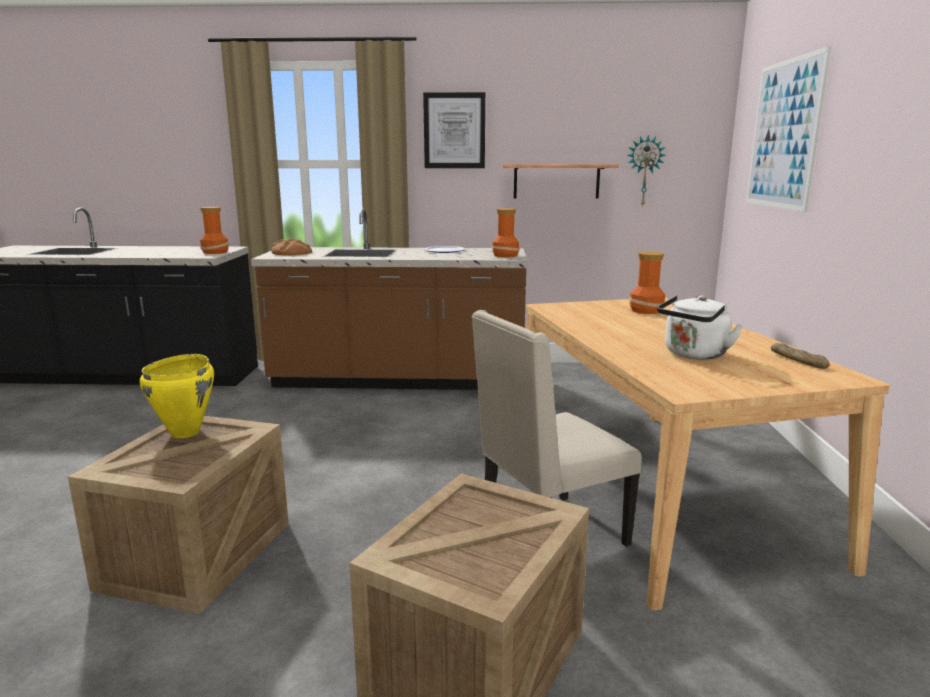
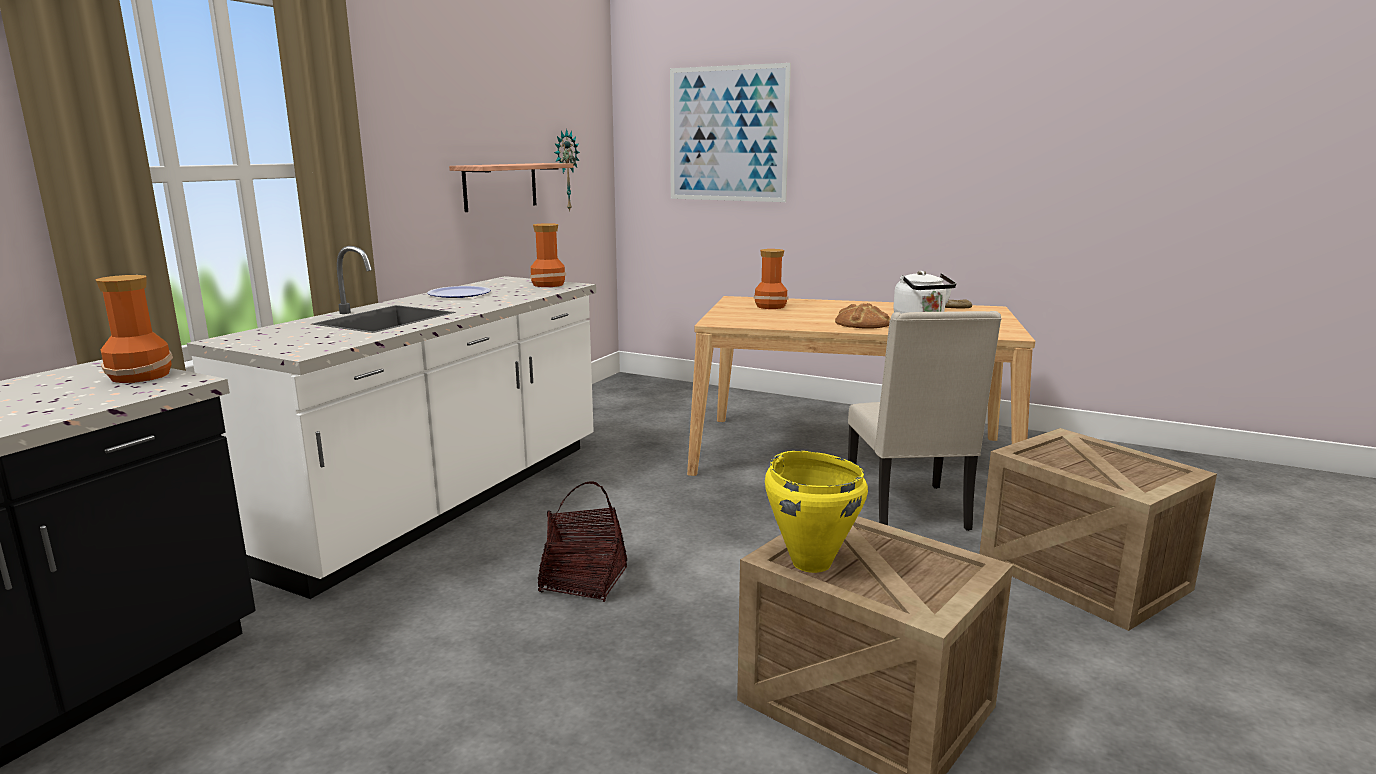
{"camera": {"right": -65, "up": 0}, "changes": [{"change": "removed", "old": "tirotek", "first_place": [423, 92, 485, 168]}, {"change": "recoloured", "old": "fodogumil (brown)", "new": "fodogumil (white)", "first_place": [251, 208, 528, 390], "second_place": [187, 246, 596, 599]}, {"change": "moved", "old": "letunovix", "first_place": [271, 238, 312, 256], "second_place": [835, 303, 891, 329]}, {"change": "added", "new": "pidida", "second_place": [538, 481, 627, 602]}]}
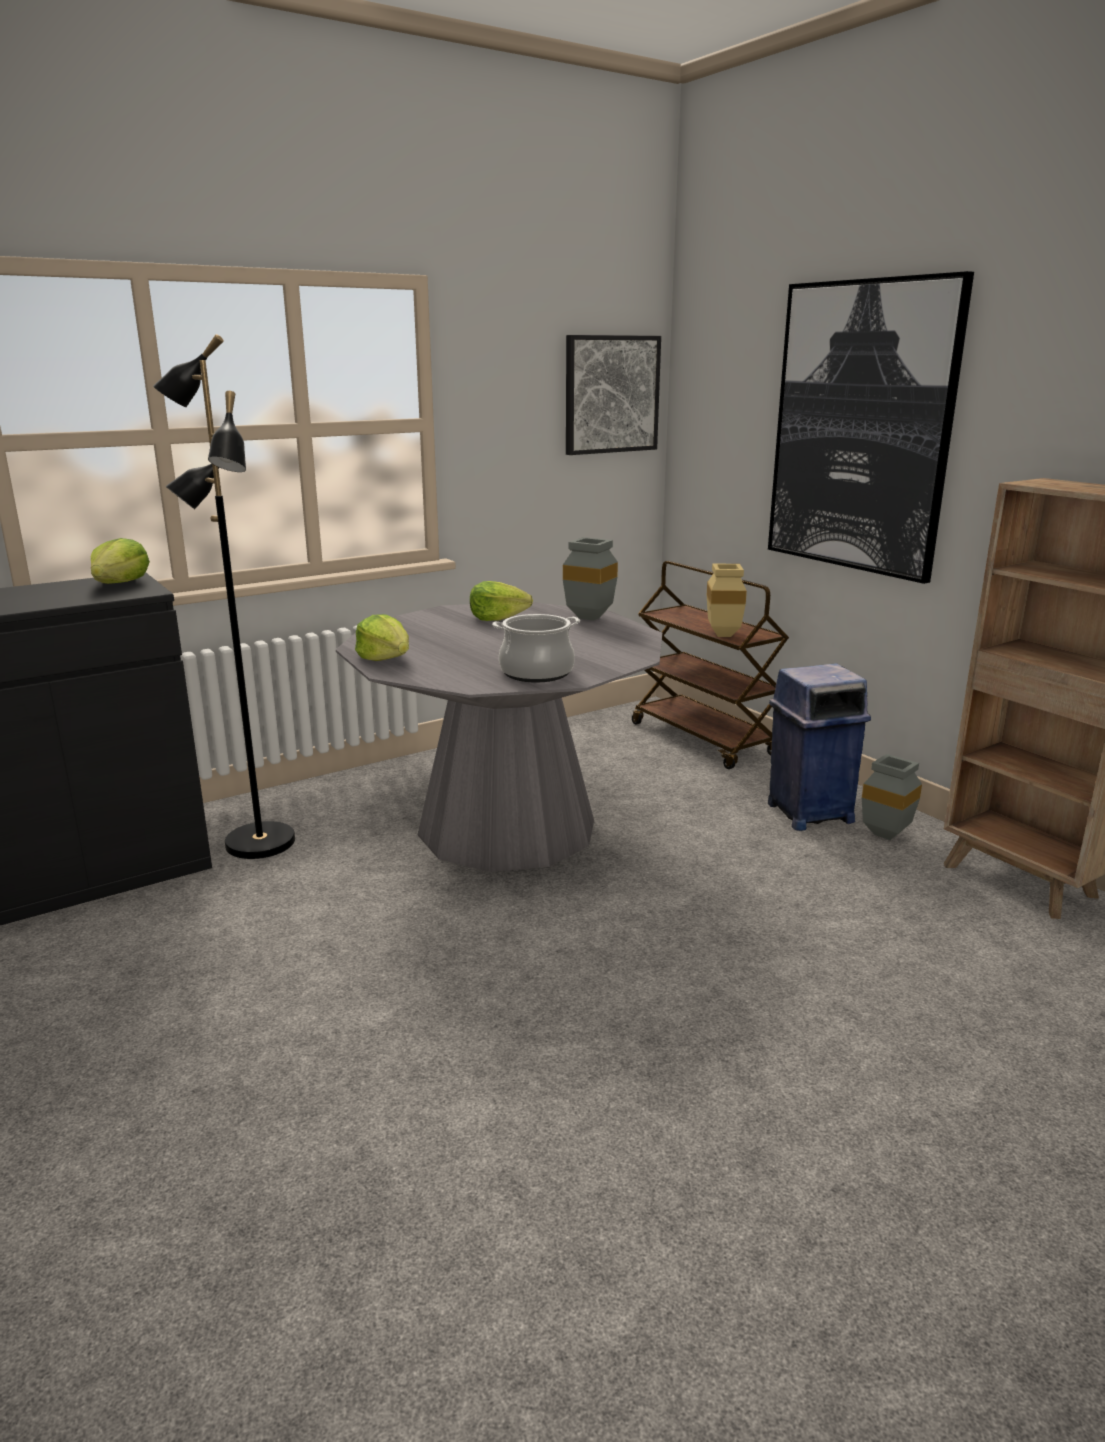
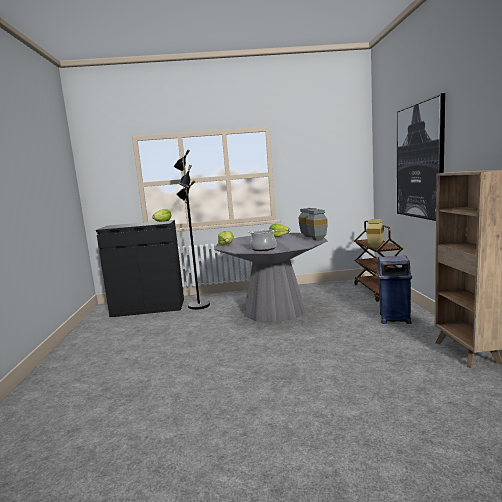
{"camera": {"right": 30, "up": -10}, "changes": [{"change": "removed", "old": "tirotek", "first_place": [566, 335, 661, 455]}, {"change": "moved", "old": "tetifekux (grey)", "first_place": [862, 754, 922, 840], "second_place": [306, 209, 328, 241]}]}
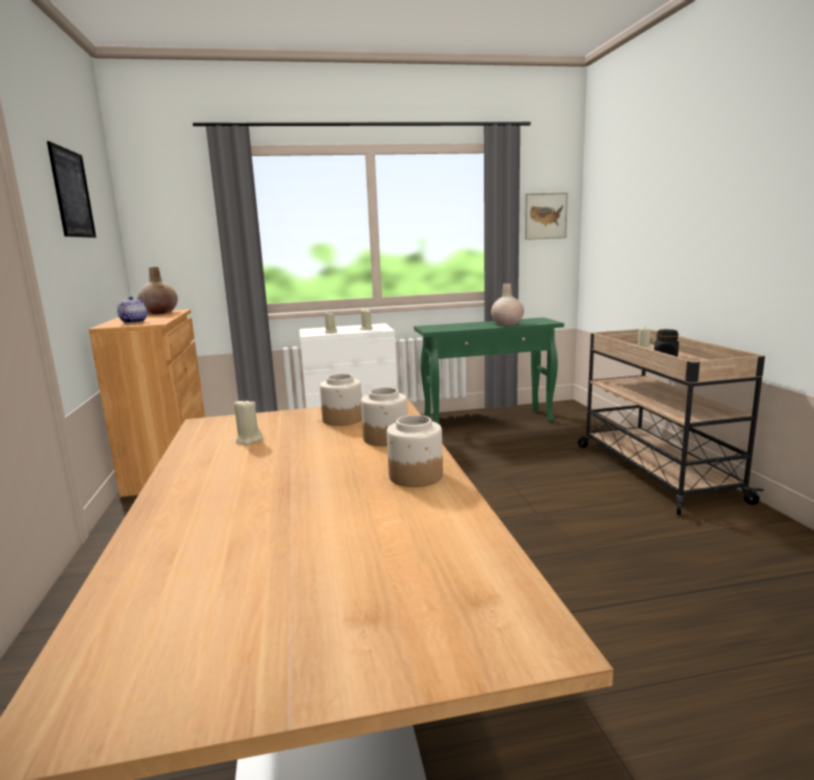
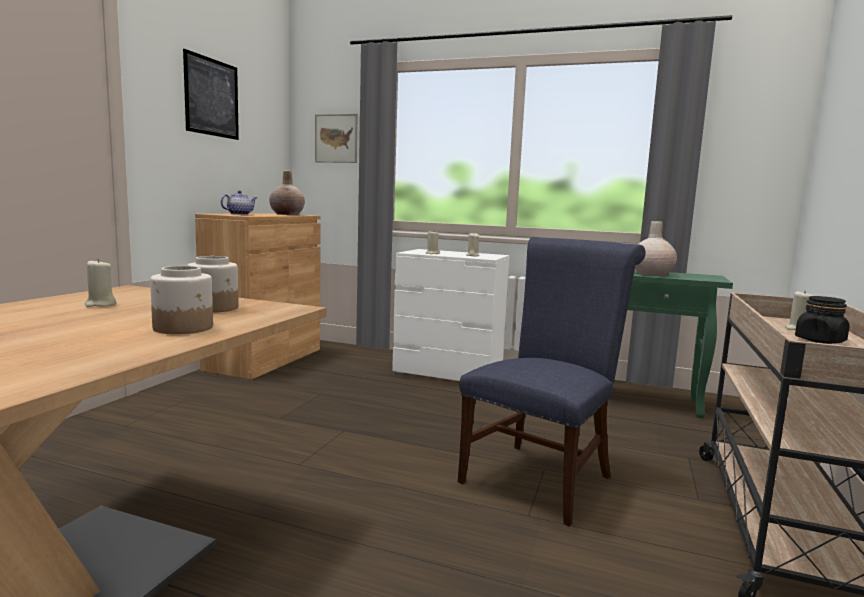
{"camera": {"right": 30, "up": -5}, "changes": [{"change": "moved", "old": "tirotek", "first_place": [525, 192, 568, 240], "second_place": [315, 114, 358, 163]}, {"change": "removed", "old": "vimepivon", "first_place": [387, 415, 443, 487]}, {"change": "added", "new": "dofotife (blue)", "second_place": [458, 237, 646, 527]}]}
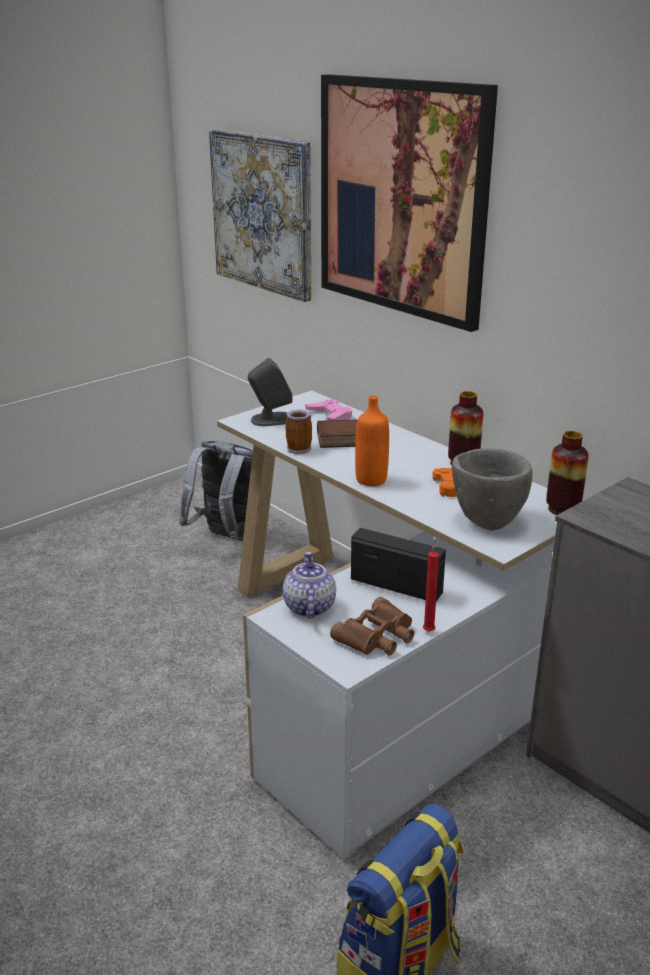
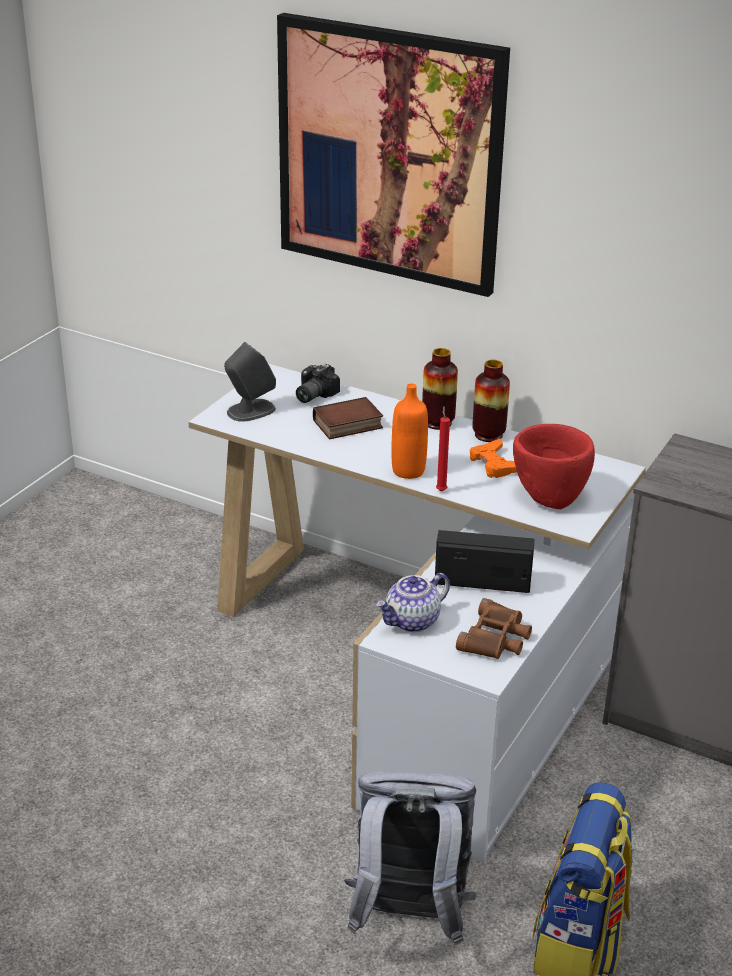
{"camera": {"right": -20, "up": 5}, "changes": [{"change": "removed", "old": "tirotek", "first_place": [209, 129, 311, 302]}, {"change": "replaced", "old": "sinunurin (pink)", "new": "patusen", "first_place": [305, 399, 352, 420], "second_place": [296, 364, 340, 403]}, {"change": "removed", "old": "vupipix", "first_place": [285, 410, 312, 454]}, {"change": "moved", "old": "tetifekux", "first_place": [546, 431, 589, 515], "second_place": [422, 348, 458, 430]}, {"change": "moved", "old": "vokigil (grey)", "first_place": [179, 441, 253, 541], "second_place": [344, 771, 476, 945]}, {"change": "recoloured", "old": "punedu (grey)", "new": "punedu (red)", "first_place": [452, 448, 532, 531], "second_place": [513, 424, 595, 509]}, {"change": "moved", "old": "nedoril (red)", "first_place": [423, 539, 439, 632], "second_place": [436, 406, 450, 491]}, {"change": "turned", "old": "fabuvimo", "first_place": [283, 552, 336, 619], "second_place": [376, 573, 450, 632], "degrees": -105}]}
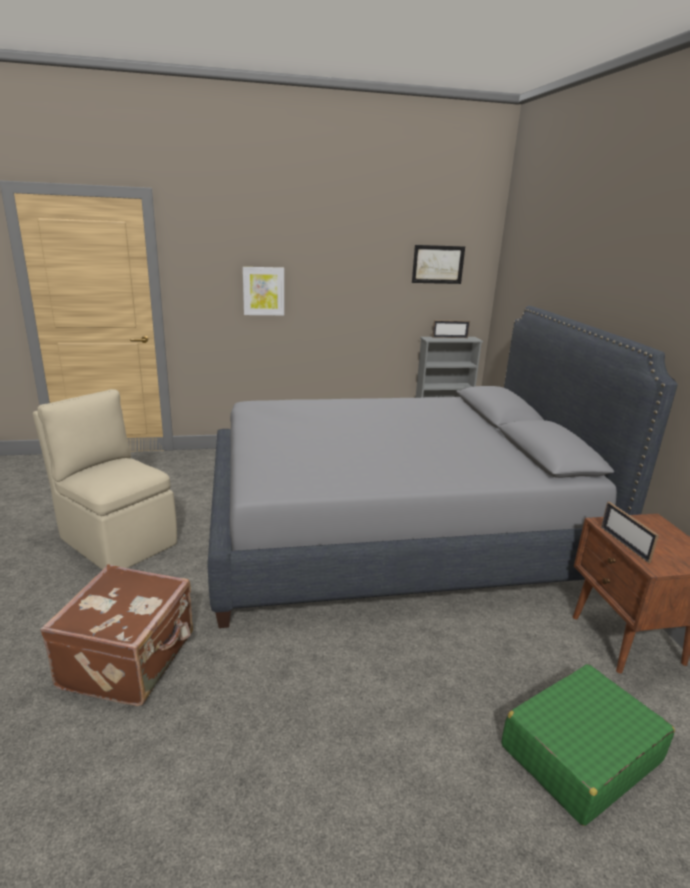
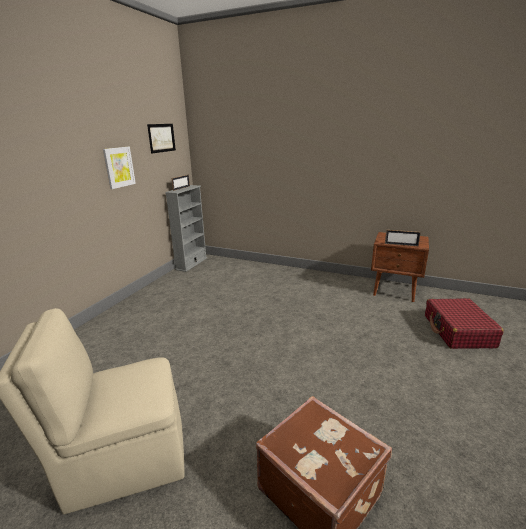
{"camera": {"right": -55, "up": 0}, "changes": [{"change": "moved", "old": "tirotek", "first_place": [243, 267, 284, 315], "second_place": [103, 147, 136, 189]}, {"change": "removed", "old": "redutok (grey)", "first_place": [207, 306, 677, 628]}, {"change": "recoloured", "old": "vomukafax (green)", "new": "vomukafax (red)", "first_place": [501, 664, 675, 826], "second_place": [425, 298, 504, 349]}]}
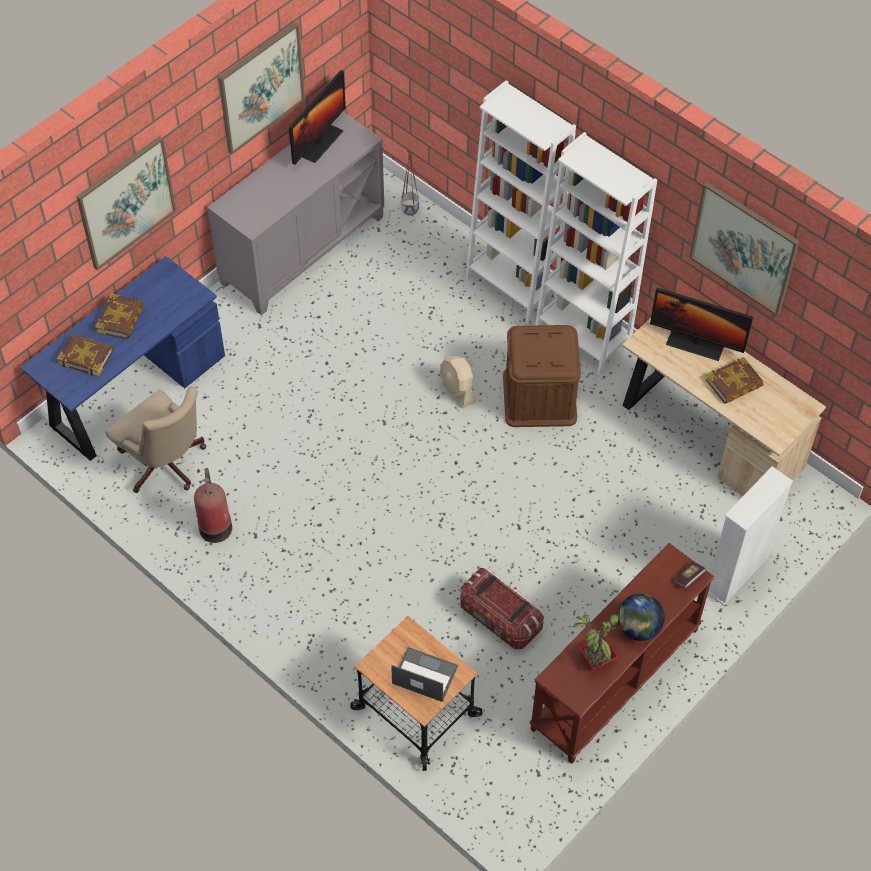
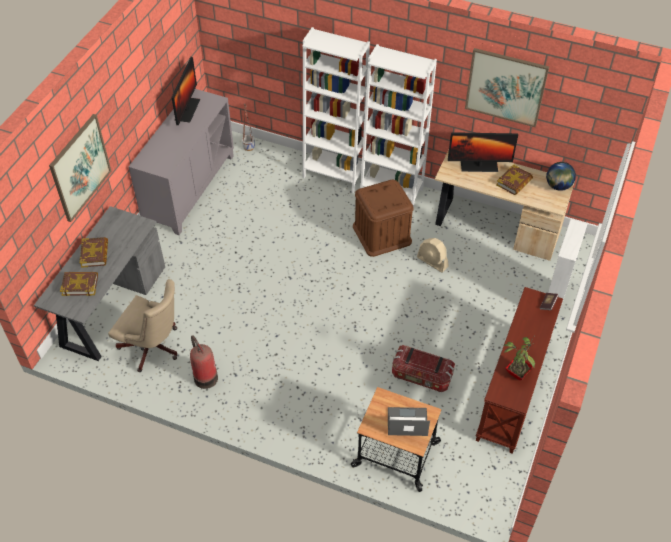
{"camera": {"right": -20, "up": -5}, "changes": [{"change": "removed", "old": "tirotek", "first_place": [218, 22, 305, 154]}, {"change": "recoloured", "old": "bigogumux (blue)", "new": "bigogumux (grey)", "first_place": [20, 256, 225, 461], "second_place": [34, 206, 165, 361]}, {"change": "moved", "old": "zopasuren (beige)", "first_place": [440, 356, 476, 409], "second_place": [417, 238, 449, 273]}, {"change": "moved", "old": "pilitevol", "first_place": [617, 593, 665, 641], "second_place": [546, 162, 576, 191]}]}
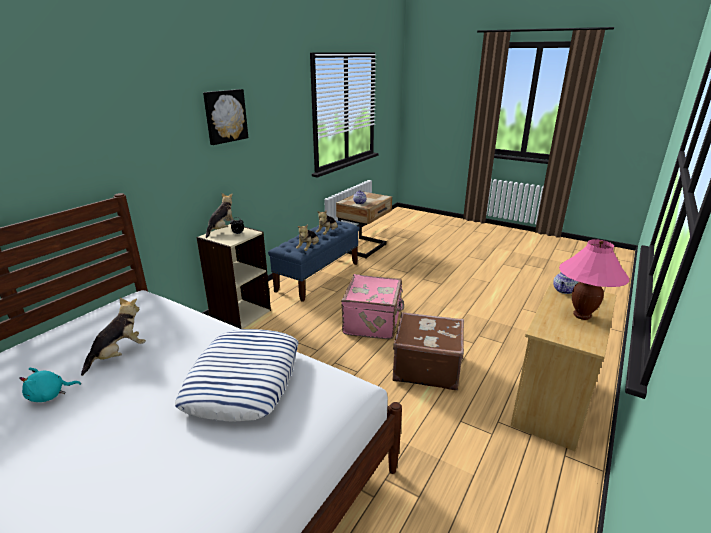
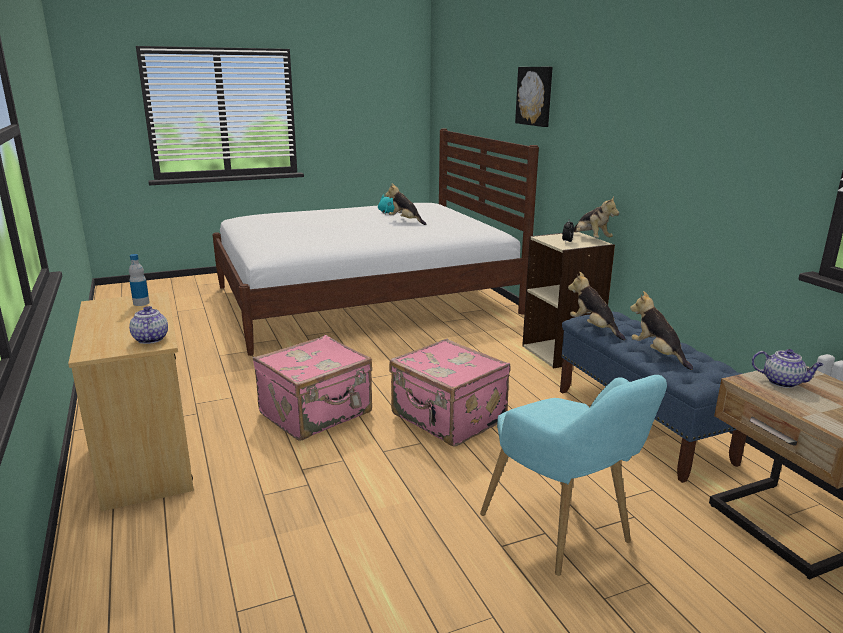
{"camera": {"right": 125, "up": -5}, "changes": [{"change": "moved", "old": "tirotek", "first_place": [203, 89, 248, 145], "second_place": [515, 67, 553, 127]}, {"change": "removed", "old": "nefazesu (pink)", "first_place": [559, 239, 629, 320]}, {"change": "turned", "old": "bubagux", "first_place": [81, 298, 146, 376], "second_place": [385, 184, 427, 225], "degrees": 150}, {"change": "recoloured", "old": "vomukafax (brown)", "new": "vomukafax (pink)", "first_place": [393, 312, 464, 390], "second_place": [253, 335, 372, 441]}, {"change": "removed", "old": "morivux", "first_place": [175, 329, 299, 422]}, {"change": "added", "new": "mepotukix", "second_place": [129, 254, 150, 306]}, {"change": "added", "new": "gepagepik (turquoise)", "second_place": [480, 375, 667, 576]}]}
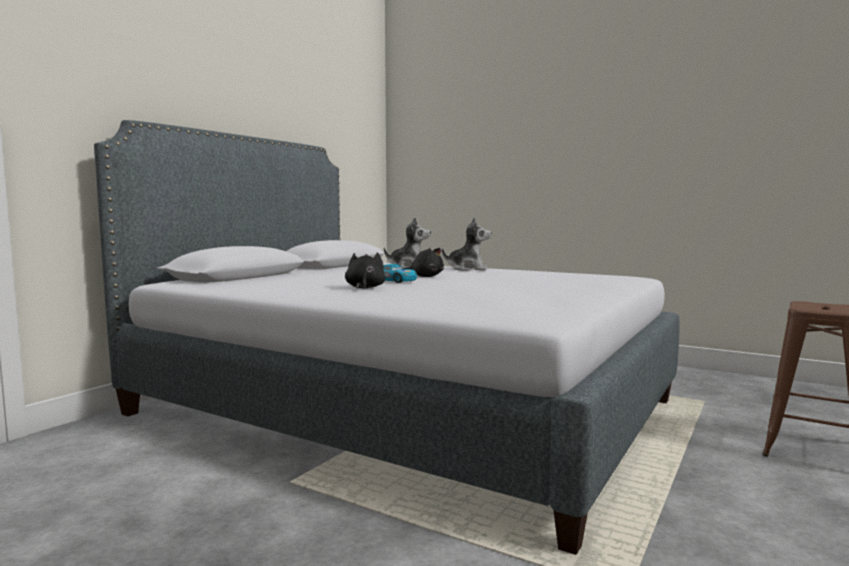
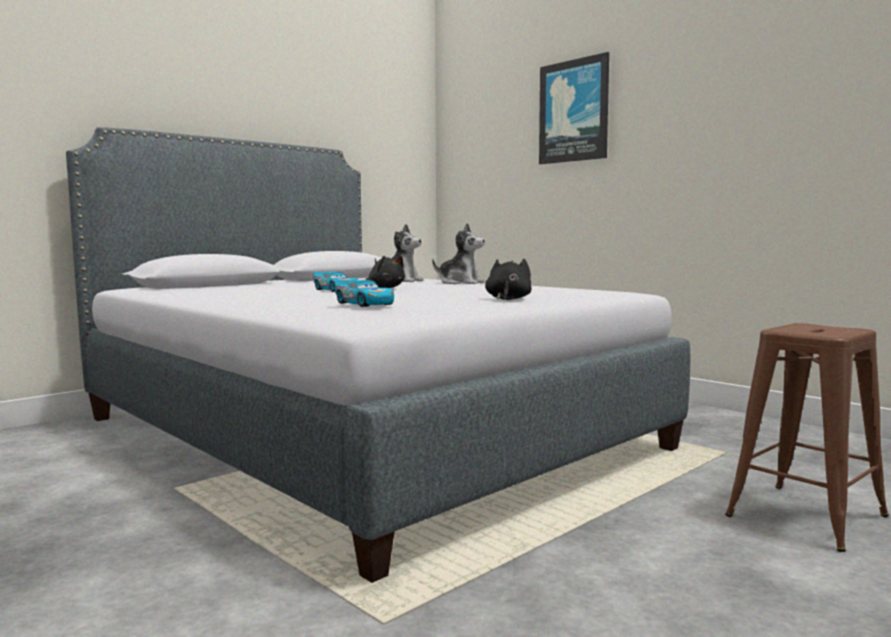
{"camera": {"right": 15, "up": 0}, "changes": [{"change": "moved", "old": "bubagux (black)", "first_place": [345, 253, 385, 289], "second_place": [485, 259, 532, 300]}, {"change": "added", "new": "tirotek", "second_place": [539, 52, 609, 164]}, {"change": "added", "new": "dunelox", "second_place": [335, 279, 394, 307]}]}
